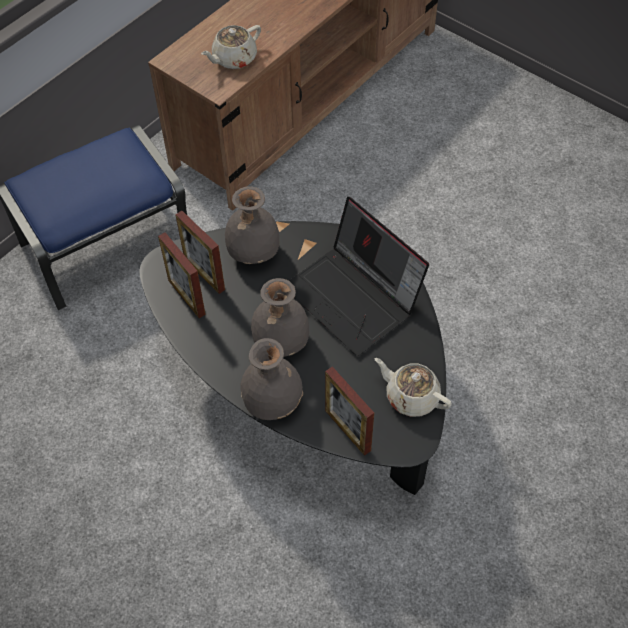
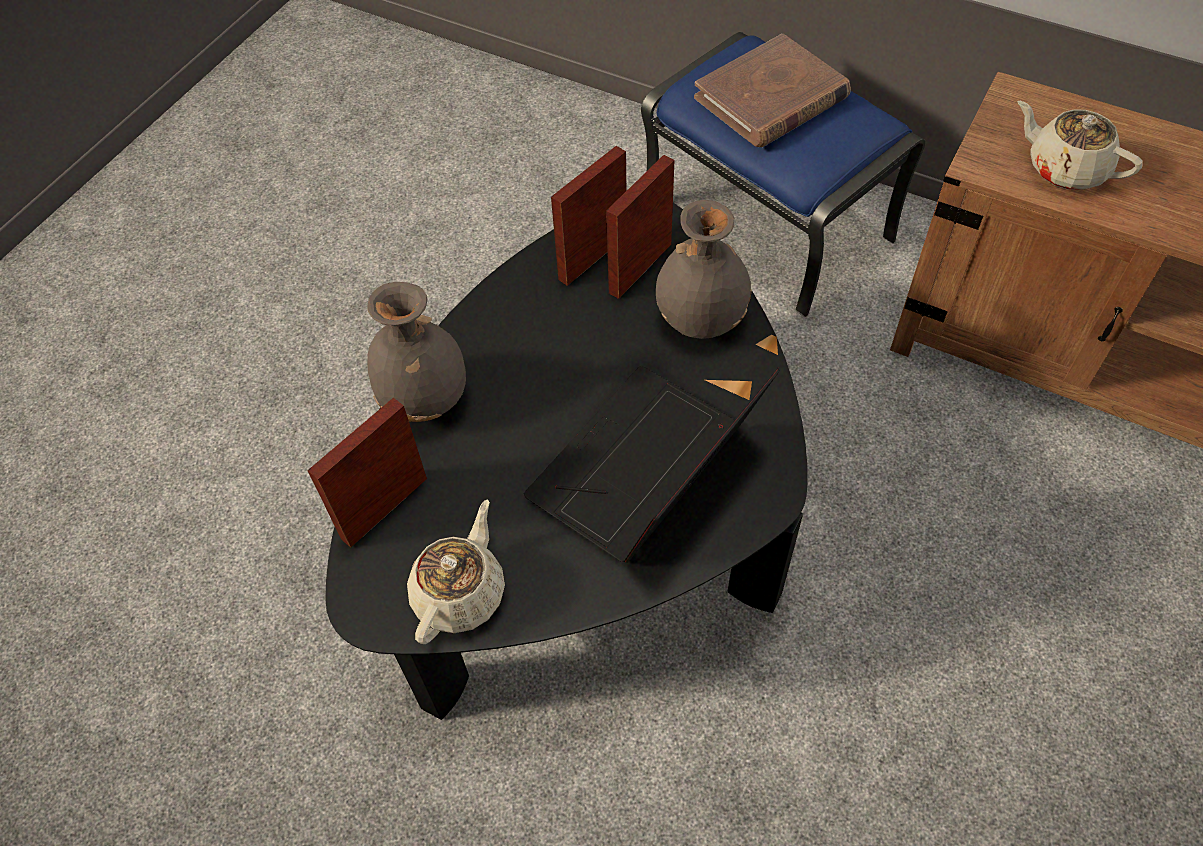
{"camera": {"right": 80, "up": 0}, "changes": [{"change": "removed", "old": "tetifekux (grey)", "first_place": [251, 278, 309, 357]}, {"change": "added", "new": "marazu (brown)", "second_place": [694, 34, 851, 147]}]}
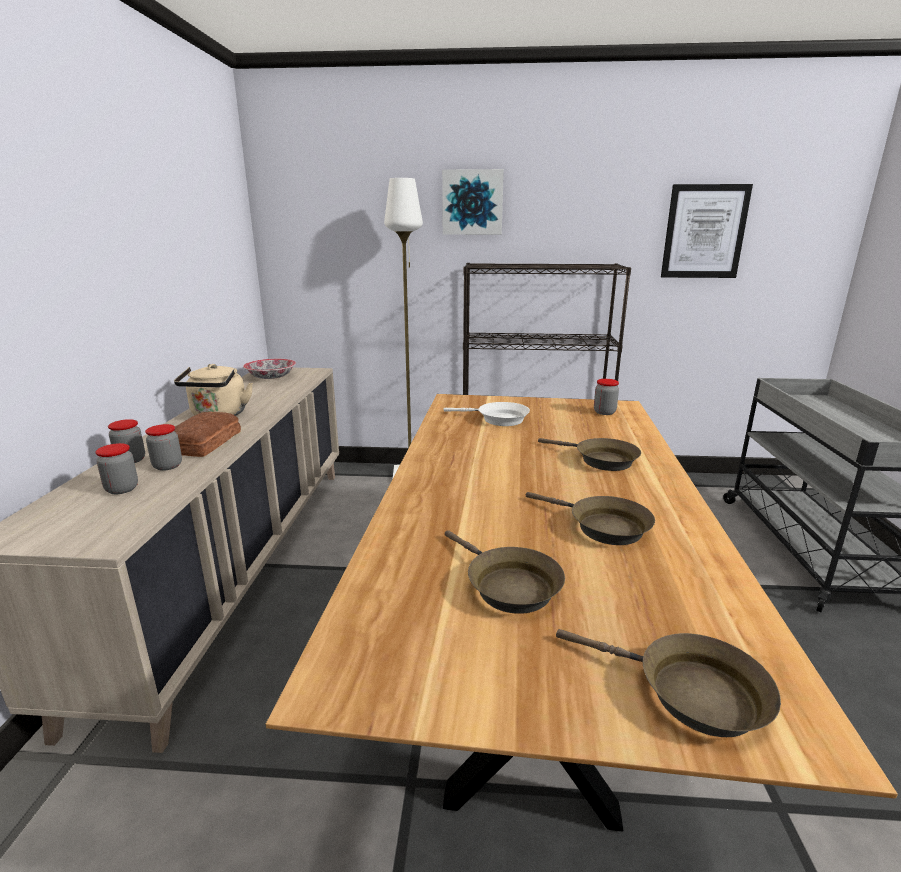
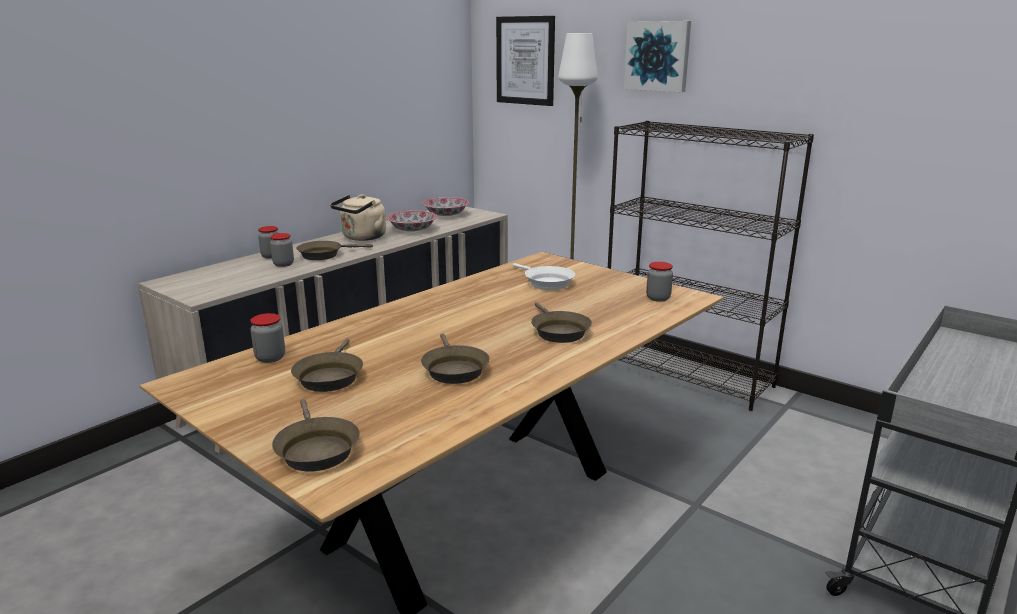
{"camera": {"right": 35, "up": 0}, "changes": [{"change": "moved", "old": "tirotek", "first_place": [661, 184, 753, 278], "second_place": [496, 16, 555, 106]}, {"change": "replaced", "old": "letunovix", "new": "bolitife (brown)", "first_place": [174, 411, 241, 457], "second_place": [296, 241, 373, 260]}, {"change": "moved", "old": "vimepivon", "first_place": [95, 443, 138, 494], "second_place": [250, 313, 285, 363]}, {"change": "added", "new": "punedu", "second_place": [387, 211, 437, 231]}]}
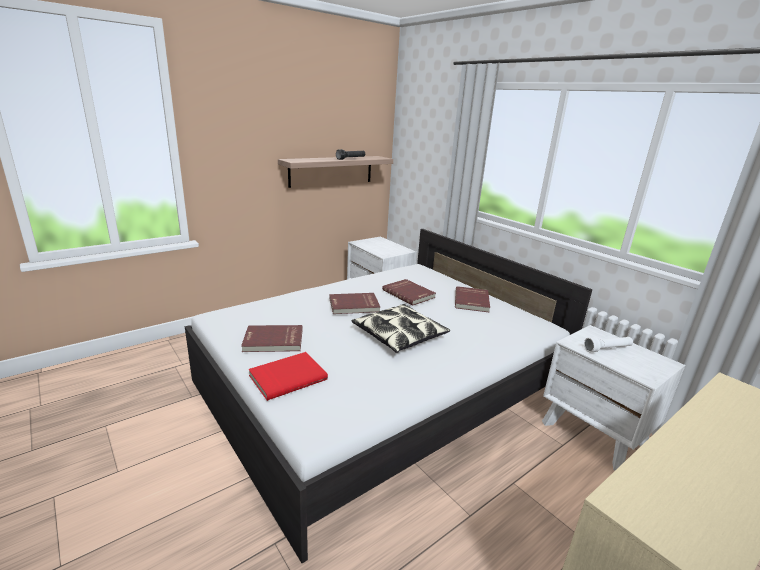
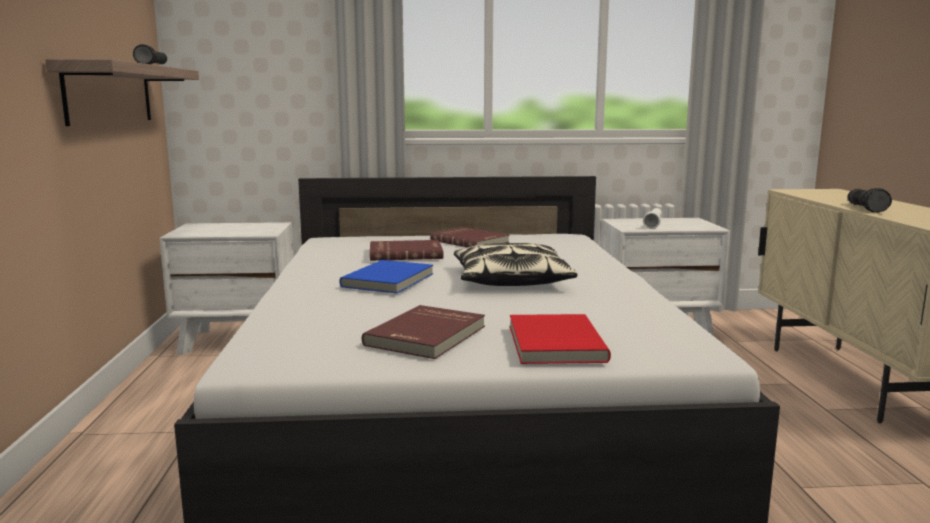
{"camera": {"right": -55, "up": -10}, "changes": [{"change": "recoloured", "old": "marazu (red)", "new": "marazu (blue)", "first_place": [330, 293, 380, 314], "second_place": [339, 260, 433, 294]}, {"change": "added", "new": "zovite", "second_place": [848, 188, 892, 213]}]}
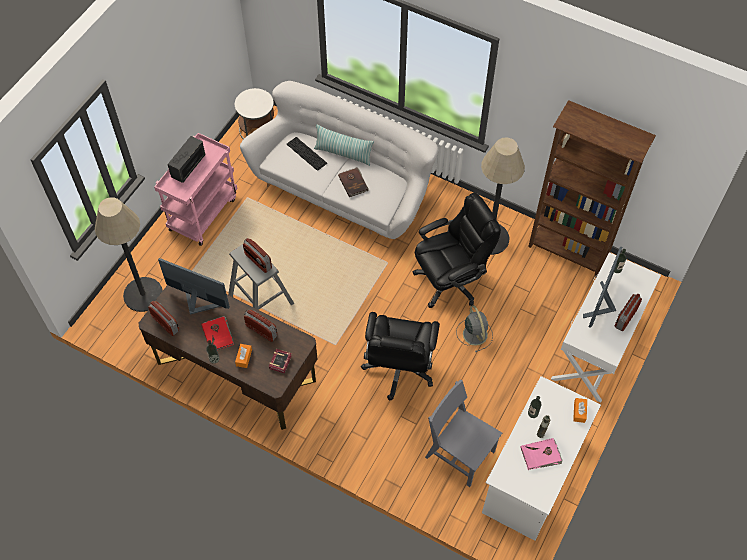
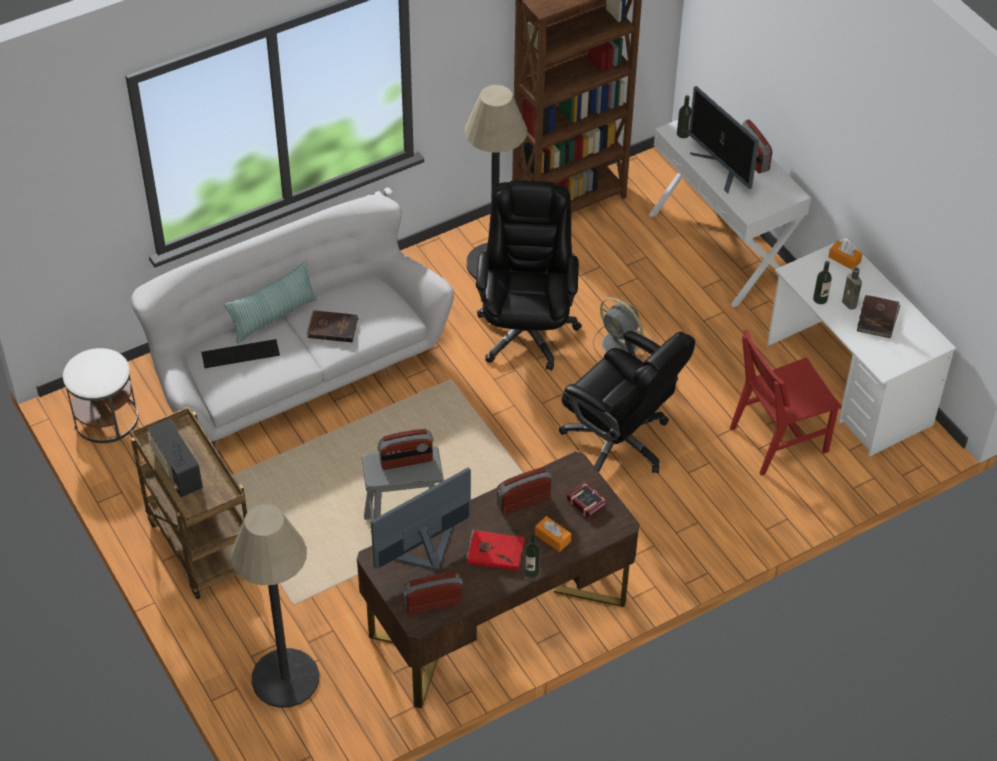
{"camera": {"right": -60, "up": -10}, "changes": [{"change": "recoloured", "old": "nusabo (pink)", "new": "nusabo (brown)", "first_place": [154, 133, 237, 246], "second_place": [130, 407, 247, 599]}, {"change": "turned", "old": "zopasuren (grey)", "first_place": [456, 305, 493, 352], "second_place": [593, 298, 646, 359], "degrees": -150}, {"change": "recoloured", "old": "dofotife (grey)", "new": "dofotife (red)", "first_place": [425, 379, 502, 487], "second_place": [730, 329, 842, 476]}, {"change": "recoloured", "old": "marazu (pink)", "new": "marazu (brown)", "first_place": [520, 438, 563, 470], "second_place": [857, 295, 901, 338]}]}
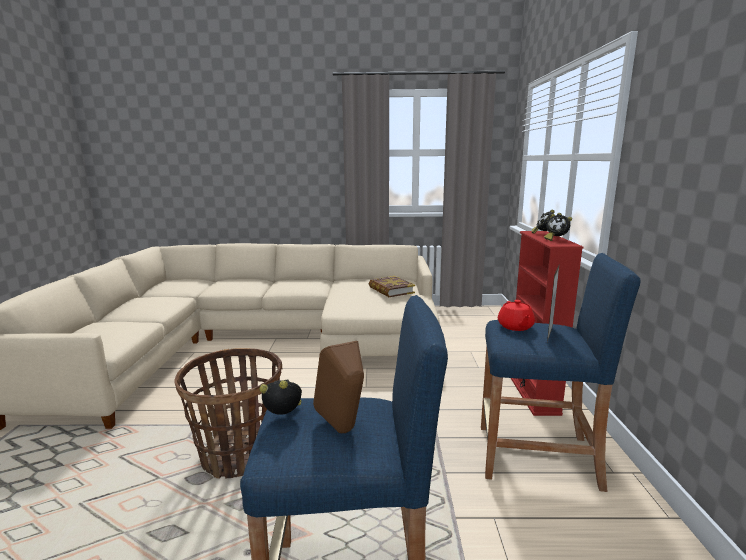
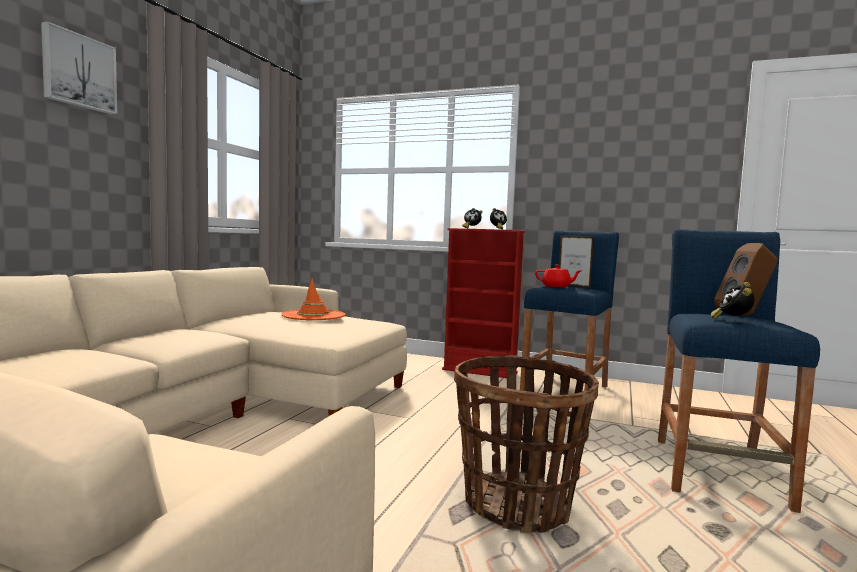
{"camera": {"right": -70, "up": -10}, "changes": [{"change": "replaced", "old": "marazu", "new": "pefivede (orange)", "first_place": [369, 276, 415, 297], "second_place": [281, 278, 345, 320]}, {"change": "added", "new": "tirotek", "second_place": [41, 21, 117, 115]}]}
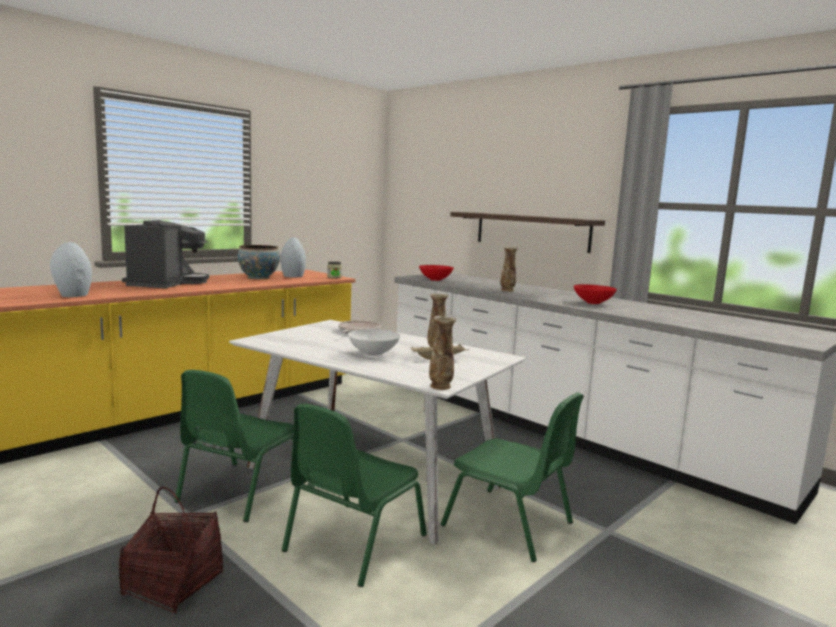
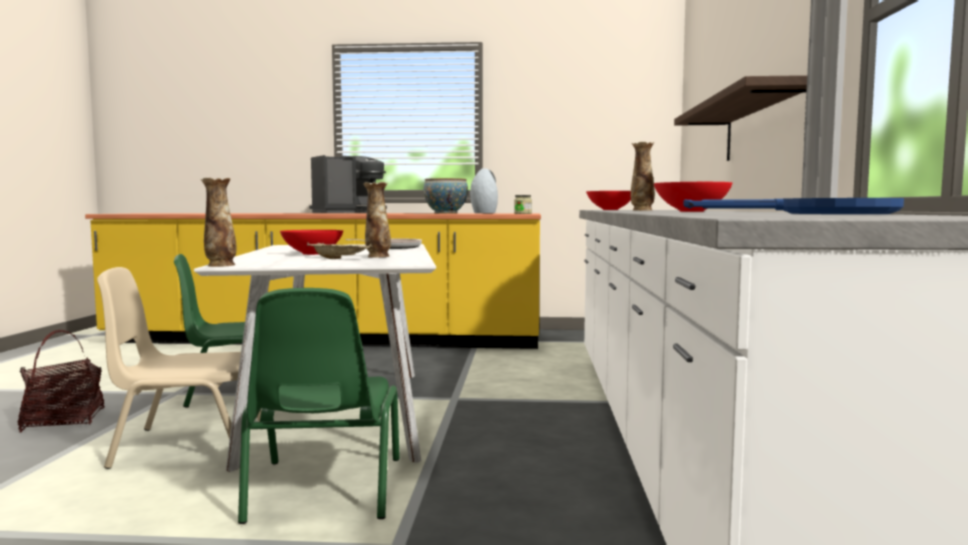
{"camera": {"right": 50, "up": -5}, "changes": [{"change": "removed", "old": "tetifekux (grey)", "first_place": [50, 242, 92, 297]}, {"change": "recoloured", "old": "punedu (white)", "new": "punedu (red)", "first_place": [348, 329, 400, 356], "second_place": [280, 230, 343, 255]}, {"change": "recoloured", "old": "dofotife (green)", "new": "dofotife (beige)", "first_place": [282, 404, 427, 587], "second_place": [97, 267, 261, 469]}, {"change": "added", "new": "bolitife (blue)", "second_place": [684, 198, 904, 214]}]}
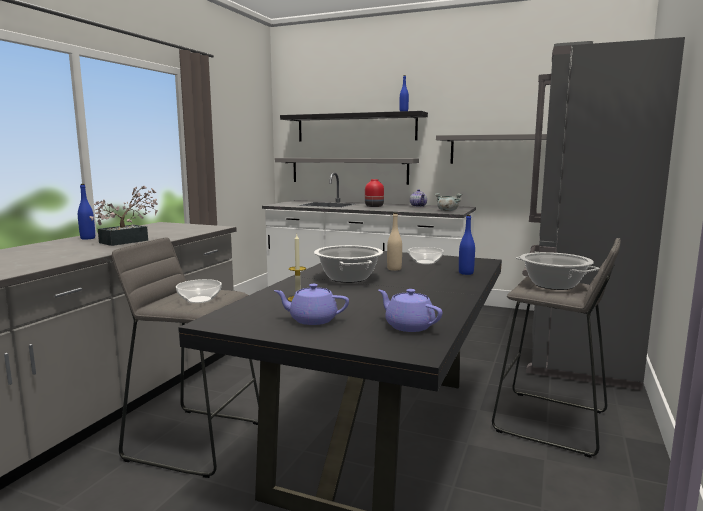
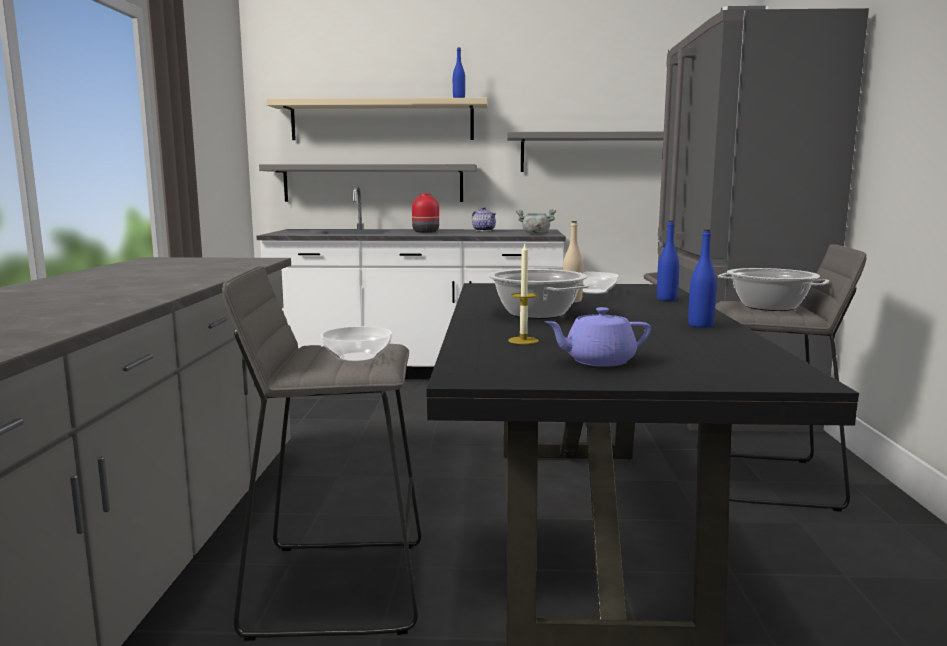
{"camera": {"right": -20, "up": 0}, "changes": [{"change": "recoloured", "old": "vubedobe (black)", "new": "vubedobe (beige)", "first_place": [280, 111, 428, 141], "second_place": [266, 98, 488, 140]}, {"change": "moved", "old": "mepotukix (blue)", "first_place": [78, 184, 95, 240], "second_place": [688, 229, 717, 328]}, {"change": "removed", "old": "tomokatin", "first_place": [89, 186, 158, 246]}, {"change": "removed", "old": "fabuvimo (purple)", "first_place": [378, 289, 442, 332]}]}
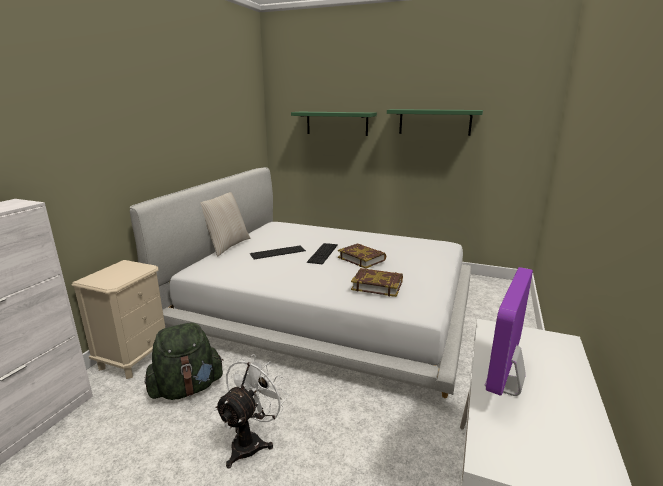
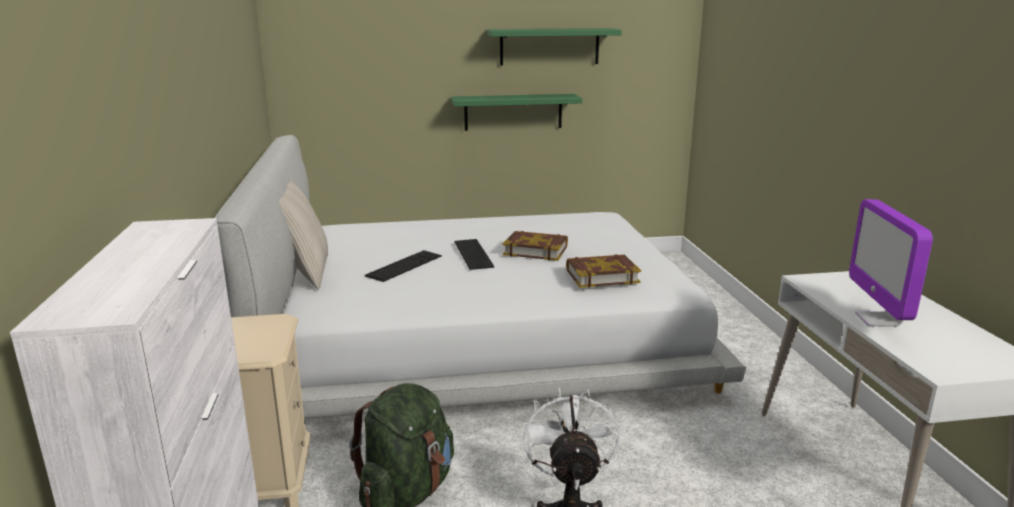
{"camera": {"right": -30, "up": 0}, "changes": [{"change": "moved", "old": "vubedobe (green)", "first_place": [291, 112, 377, 136], "second_place": [451, 94, 582, 131]}]}
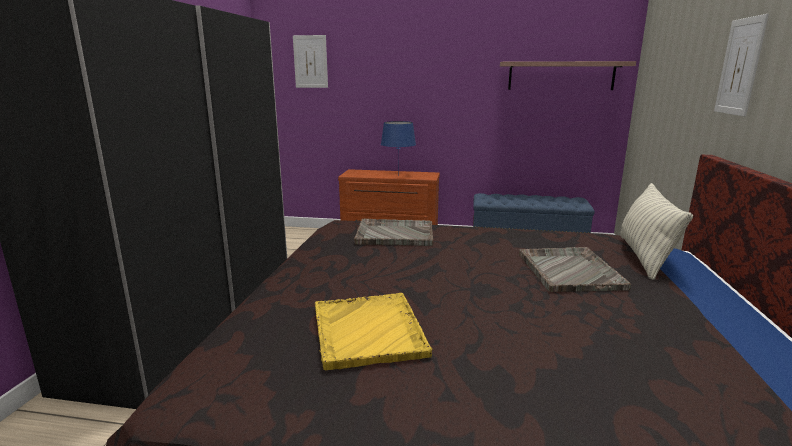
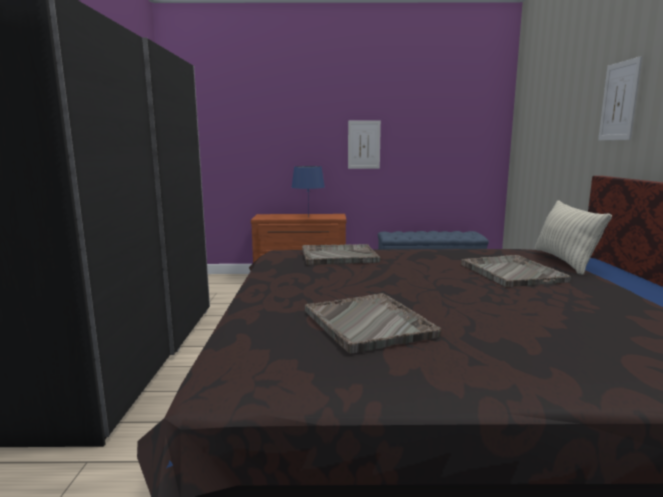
{"camera": {"right": -10, "up": -5}, "changes": [{"change": "moved", "old": "tirotek", "first_place": [293, 35, 328, 88], "second_place": [348, 120, 381, 169]}, {"change": "removed", "old": "vubedobe", "first_place": [500, 61, 636, 90]}, {"change": "recoloured", "old": "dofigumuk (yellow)", "new": "dofigumuk (grey)", "first_place": [315, 293, 432, 370], "second_place": [305, 293, 441, 354]}]}
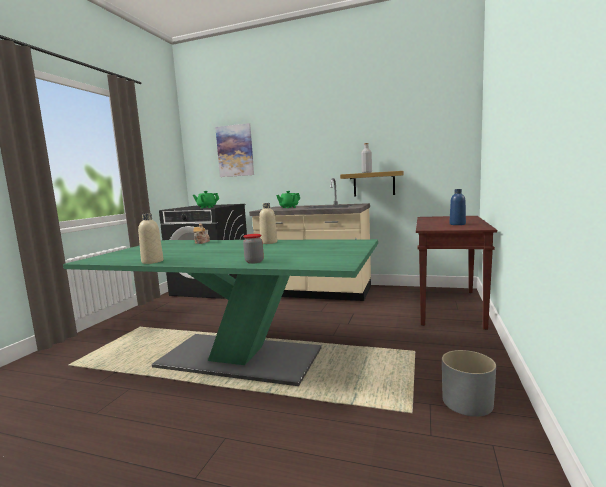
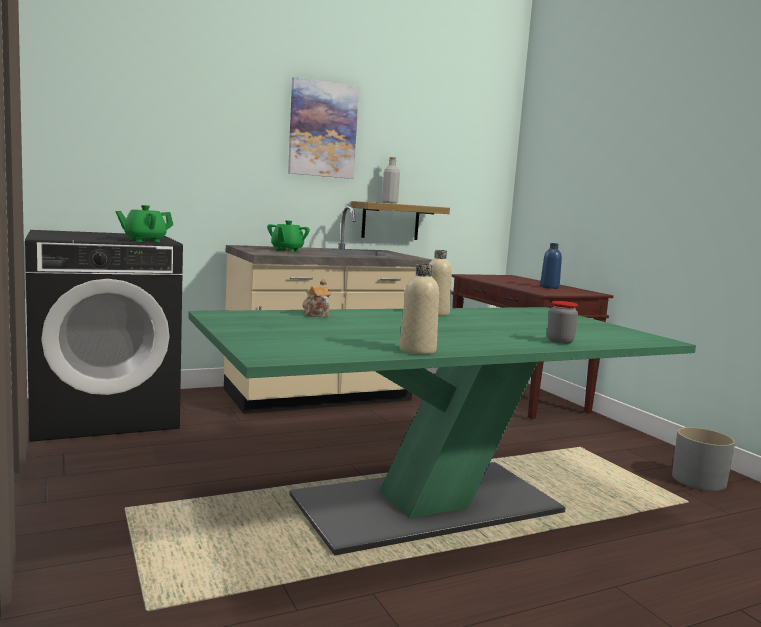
{"camera": {"right": -45, "up": 0}, "changes": [{"change": "moved", "old": "tirotek", "first_place": [215, 123, 254, 177], "second_place": [288, 77, 359, 179]}]}
